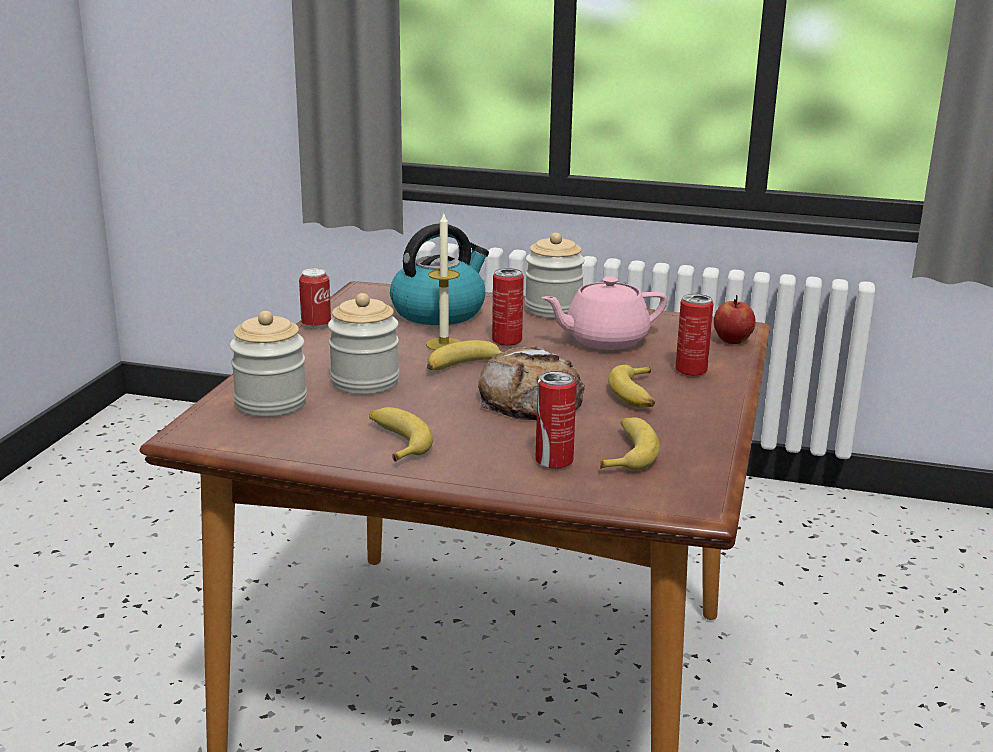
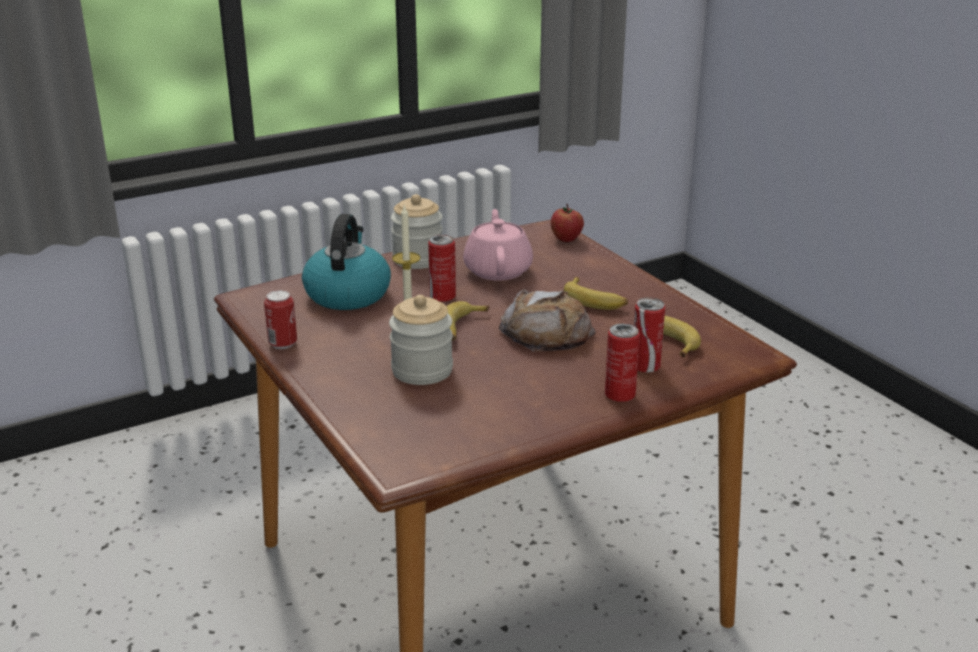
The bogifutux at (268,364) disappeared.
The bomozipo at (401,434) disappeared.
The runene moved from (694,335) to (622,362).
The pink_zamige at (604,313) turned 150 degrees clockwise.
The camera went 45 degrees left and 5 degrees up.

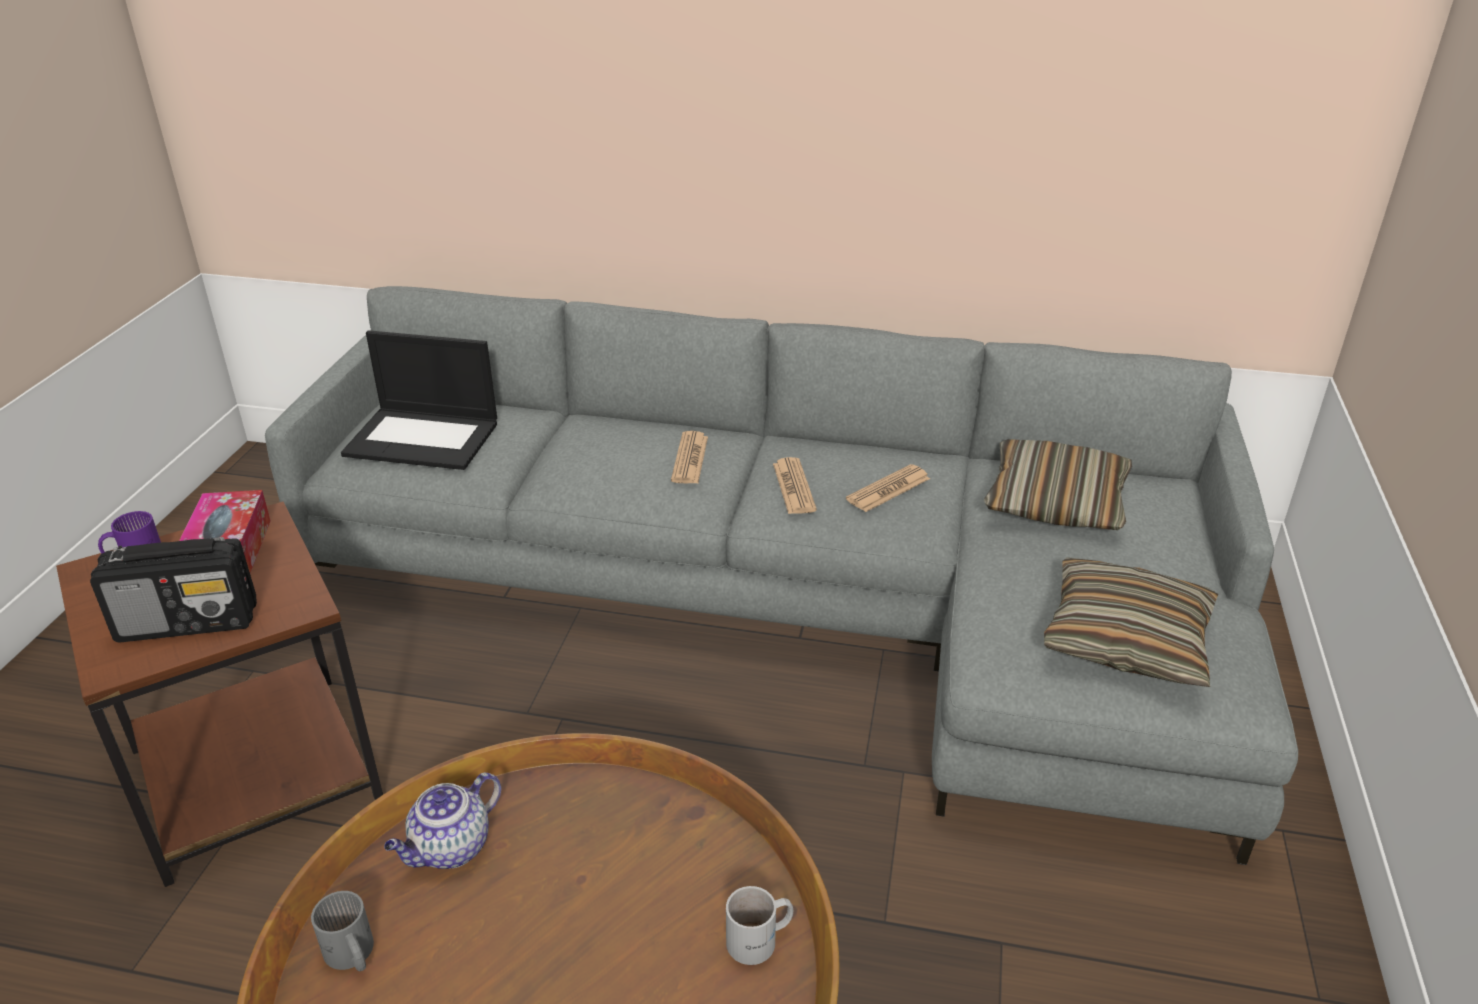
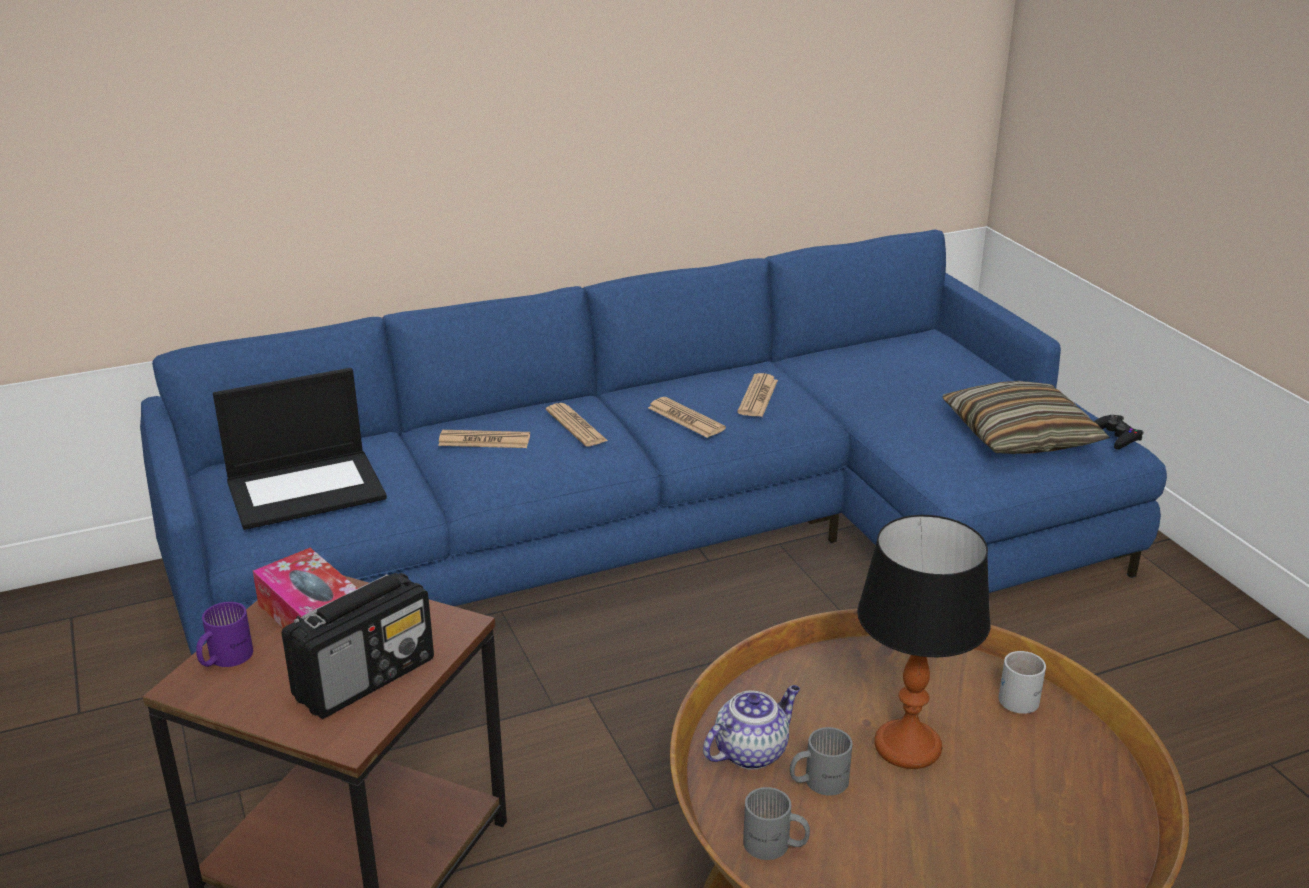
The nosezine at (1058,484) disappeared.
The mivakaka at (484,439) appeared.
The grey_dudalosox at (821,761) appeared.
The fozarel at (924,642) appeared.
The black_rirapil at (1119,432) appeared.
The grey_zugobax at (781,575) became the blue_zugobax at (653,442).
The zamige at (442,821) turned 135 degrees counterclockwise.
The camera went 35 degrees left and 5 degrees down.

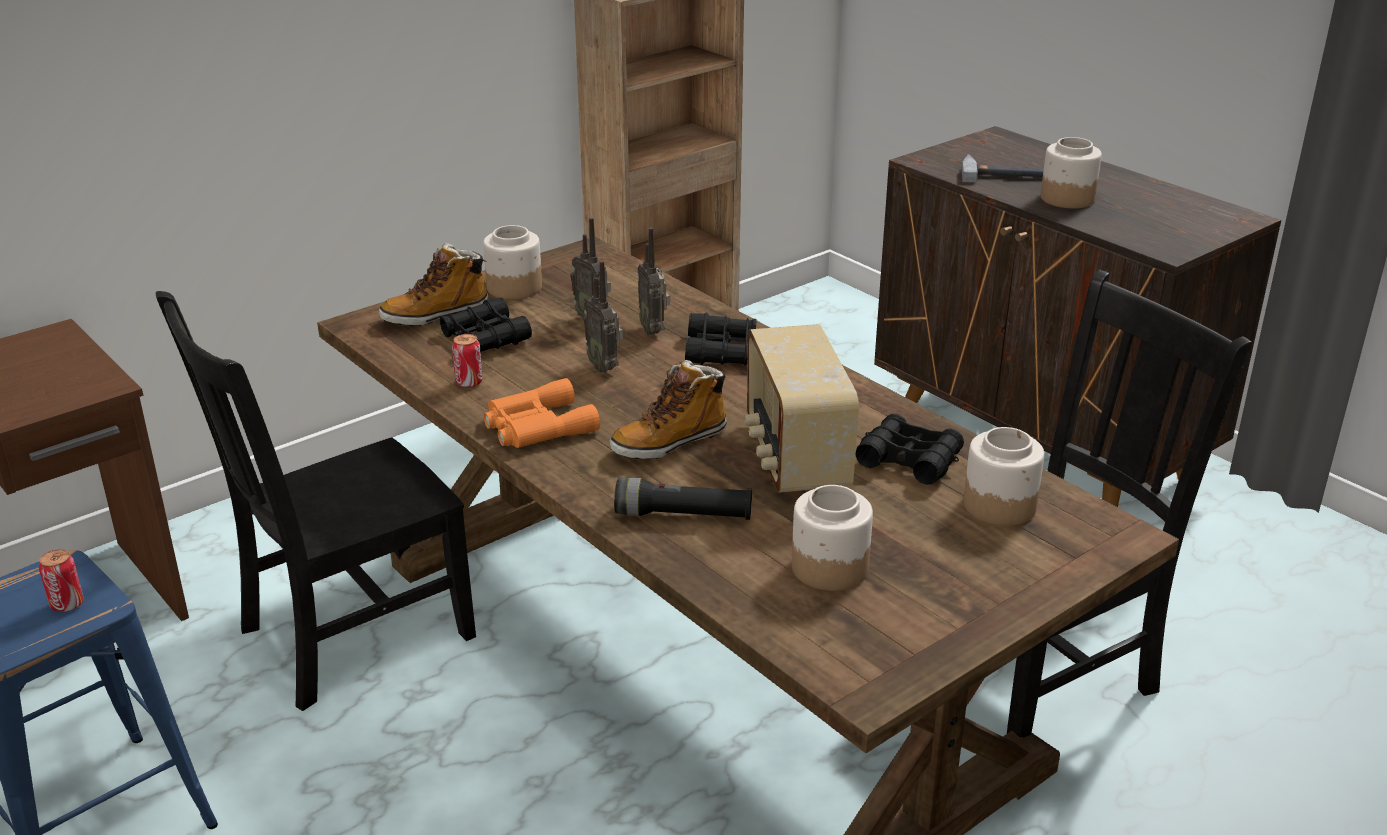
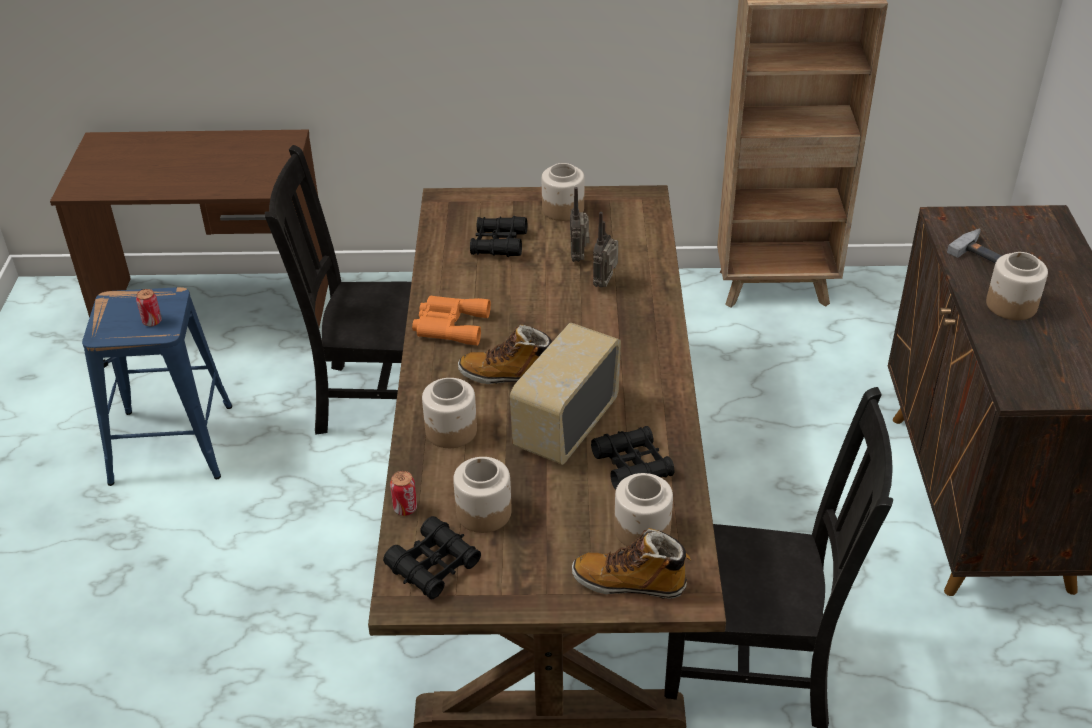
The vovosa at (603,316) disappeared.
The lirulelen moved from (433,284) to (631,563).
The runene moved from (467,361) to (403,493).
The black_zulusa moved from (720,339) to (432,557).
The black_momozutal at (683,499) was replaced by the bogifutux at (449,413).
The camera went 40 degrees right and 10 degrees up.

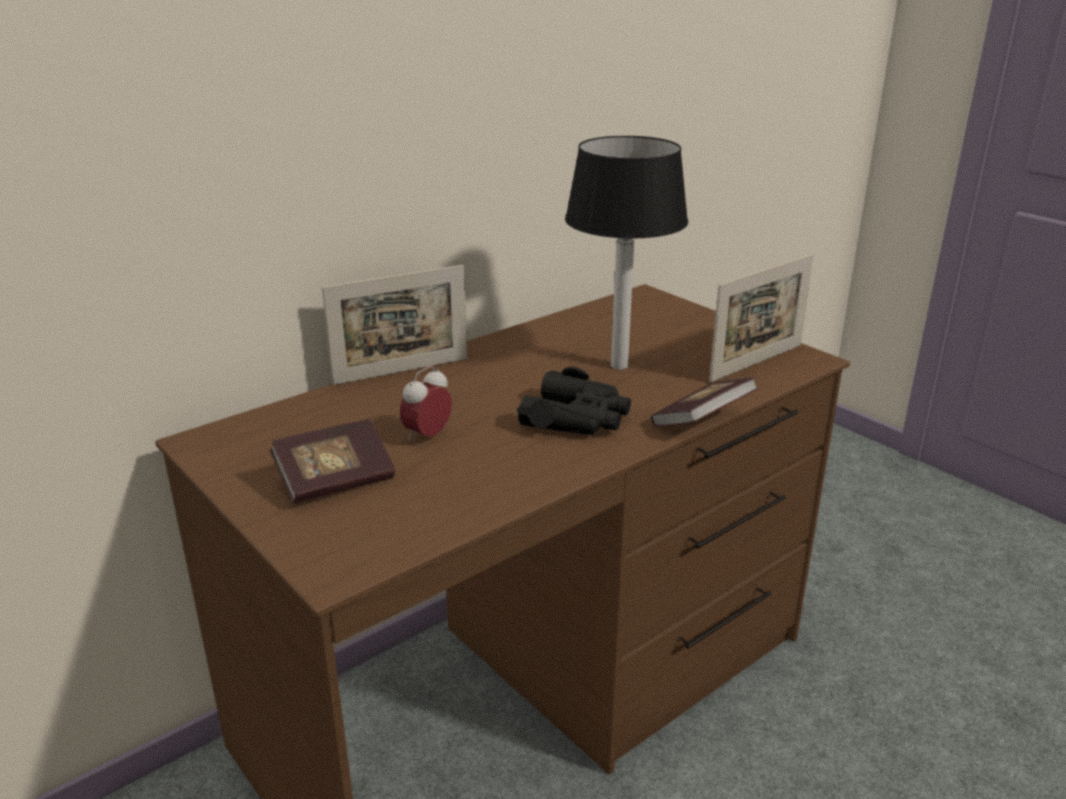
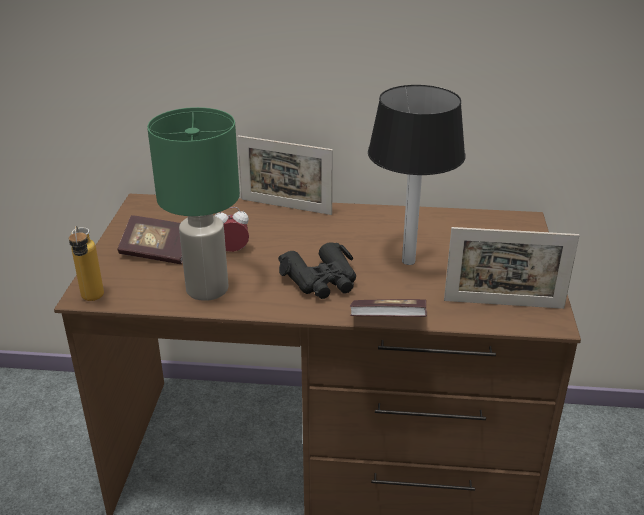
The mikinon at (86,263) appeared.
The green_fozarel at (193,204) appeared.
The camera went 45 degrees right and 5 degrees up.

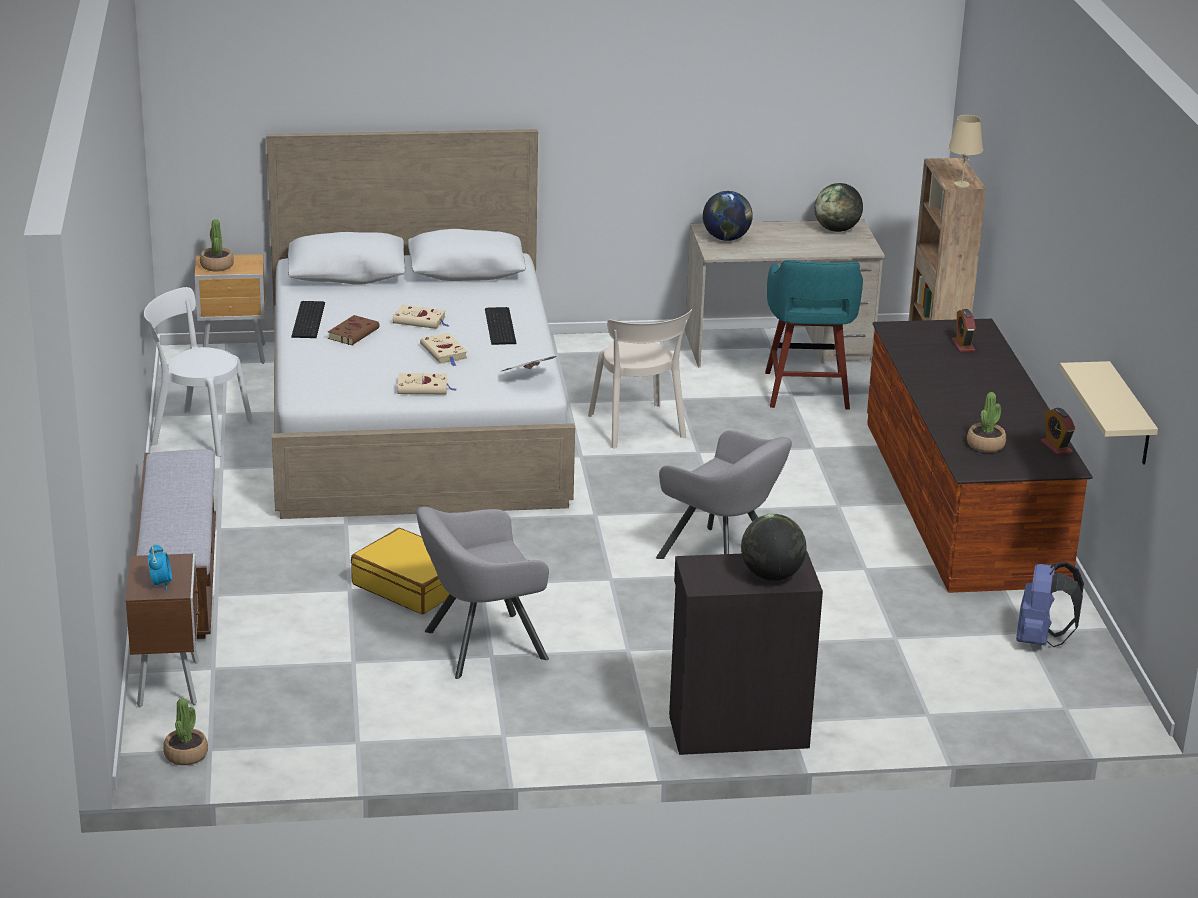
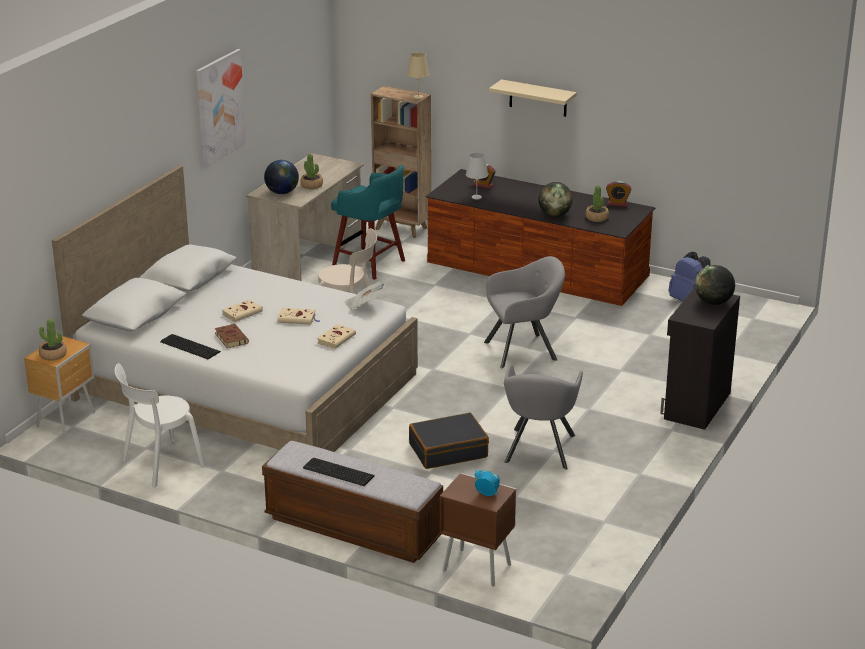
The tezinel at (221,108) appeared.
The white_fozarel at (477,176) appeared.
The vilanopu moved from (185,731) to (311,171).
The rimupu moved from (500,326) to (339,472).
The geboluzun moved from (839,207) to (556,199).
The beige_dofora moved from (1109,413) to (533,98).
The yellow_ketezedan at (400,571) became the black_ketezedan at (449,441).
The camera went 55 degrees left and 0 degrees up.

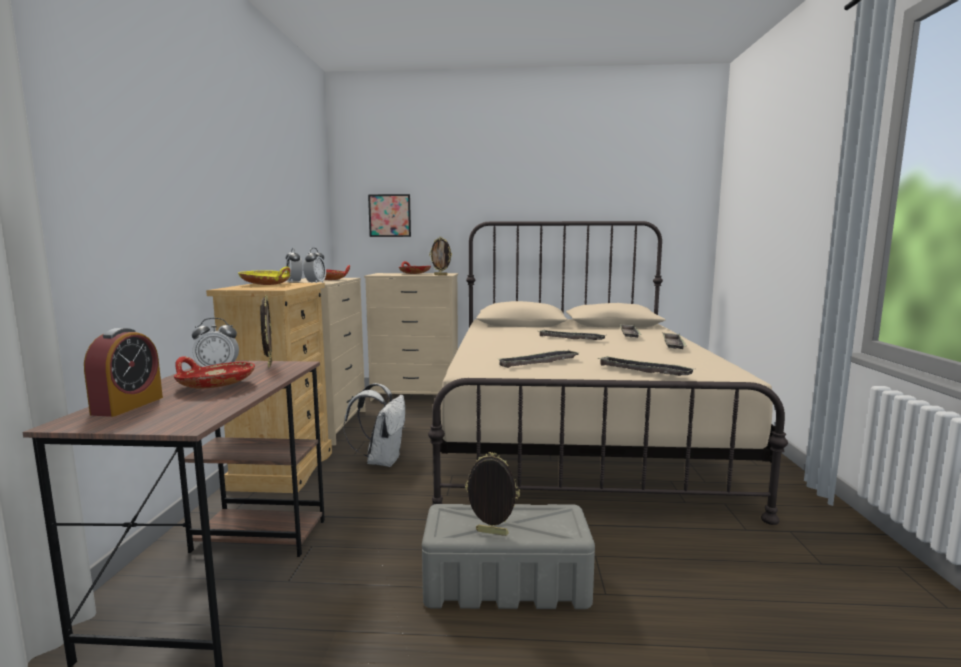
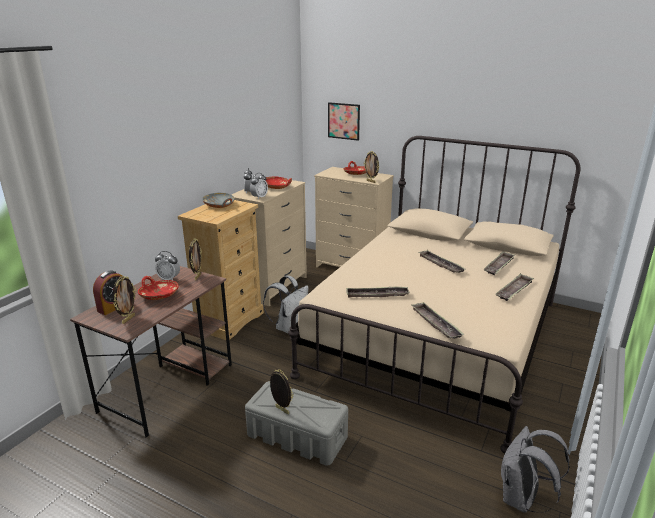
The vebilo at (124,300) appeared.
The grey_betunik at (535,469) appeared.
The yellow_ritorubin at (264,276) became the grey_ritorubin at (218,200).
The camera went 25 degrees right and 15 degrees up.

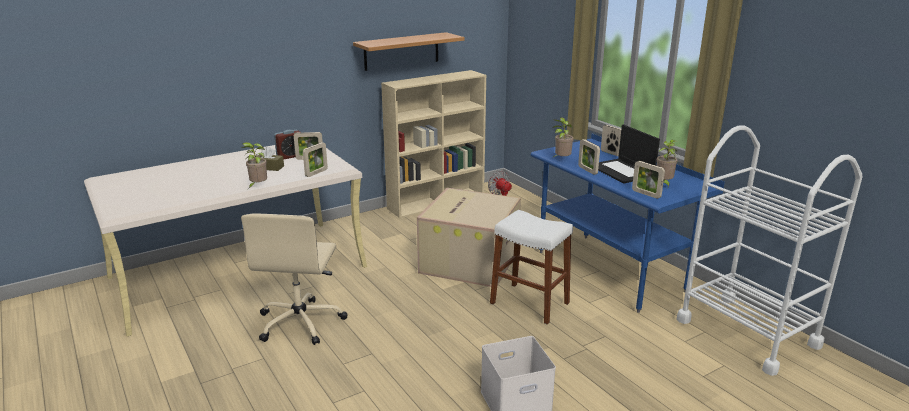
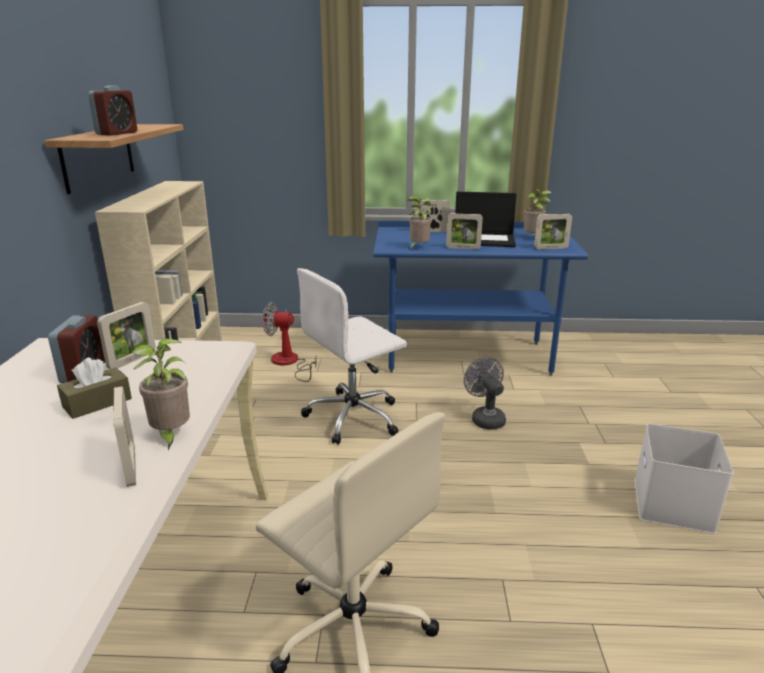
The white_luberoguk at (769,250) disappeared.
The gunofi at (112,110) appeared.
The vebilo moved from (315,159) to (124,436).
The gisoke at (469,237) was replaced by the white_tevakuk at (352,356).
The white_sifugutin at (531,267) was replaced by the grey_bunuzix at (485,393).
The camera went 55 degrees left and 0 degrees up.

